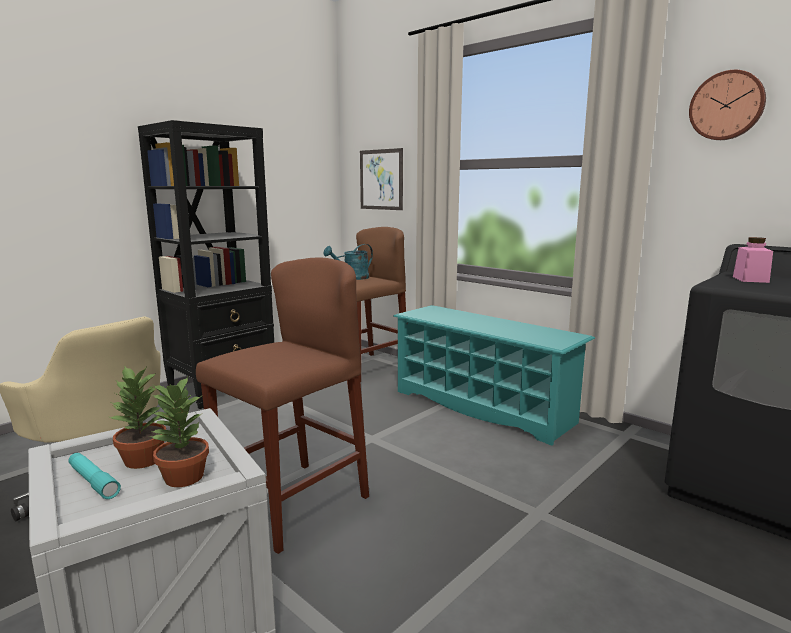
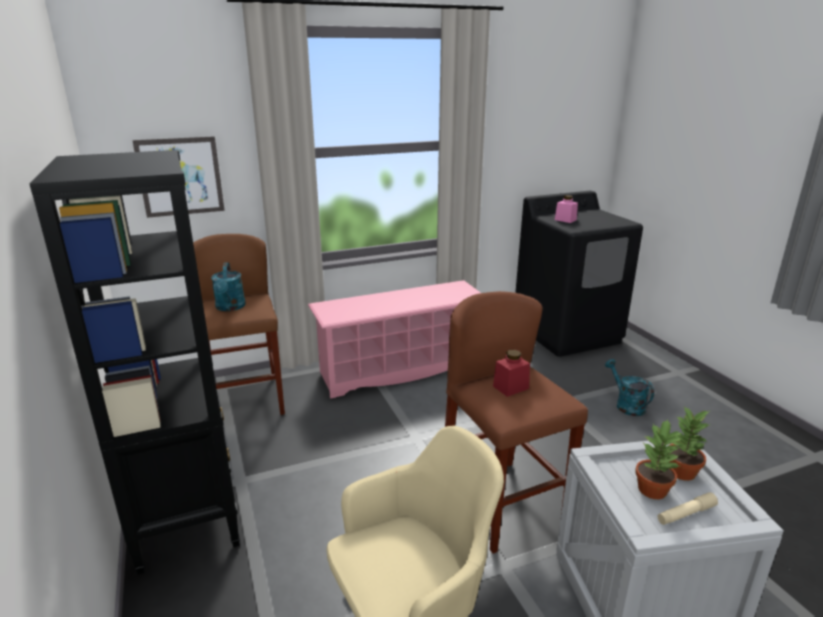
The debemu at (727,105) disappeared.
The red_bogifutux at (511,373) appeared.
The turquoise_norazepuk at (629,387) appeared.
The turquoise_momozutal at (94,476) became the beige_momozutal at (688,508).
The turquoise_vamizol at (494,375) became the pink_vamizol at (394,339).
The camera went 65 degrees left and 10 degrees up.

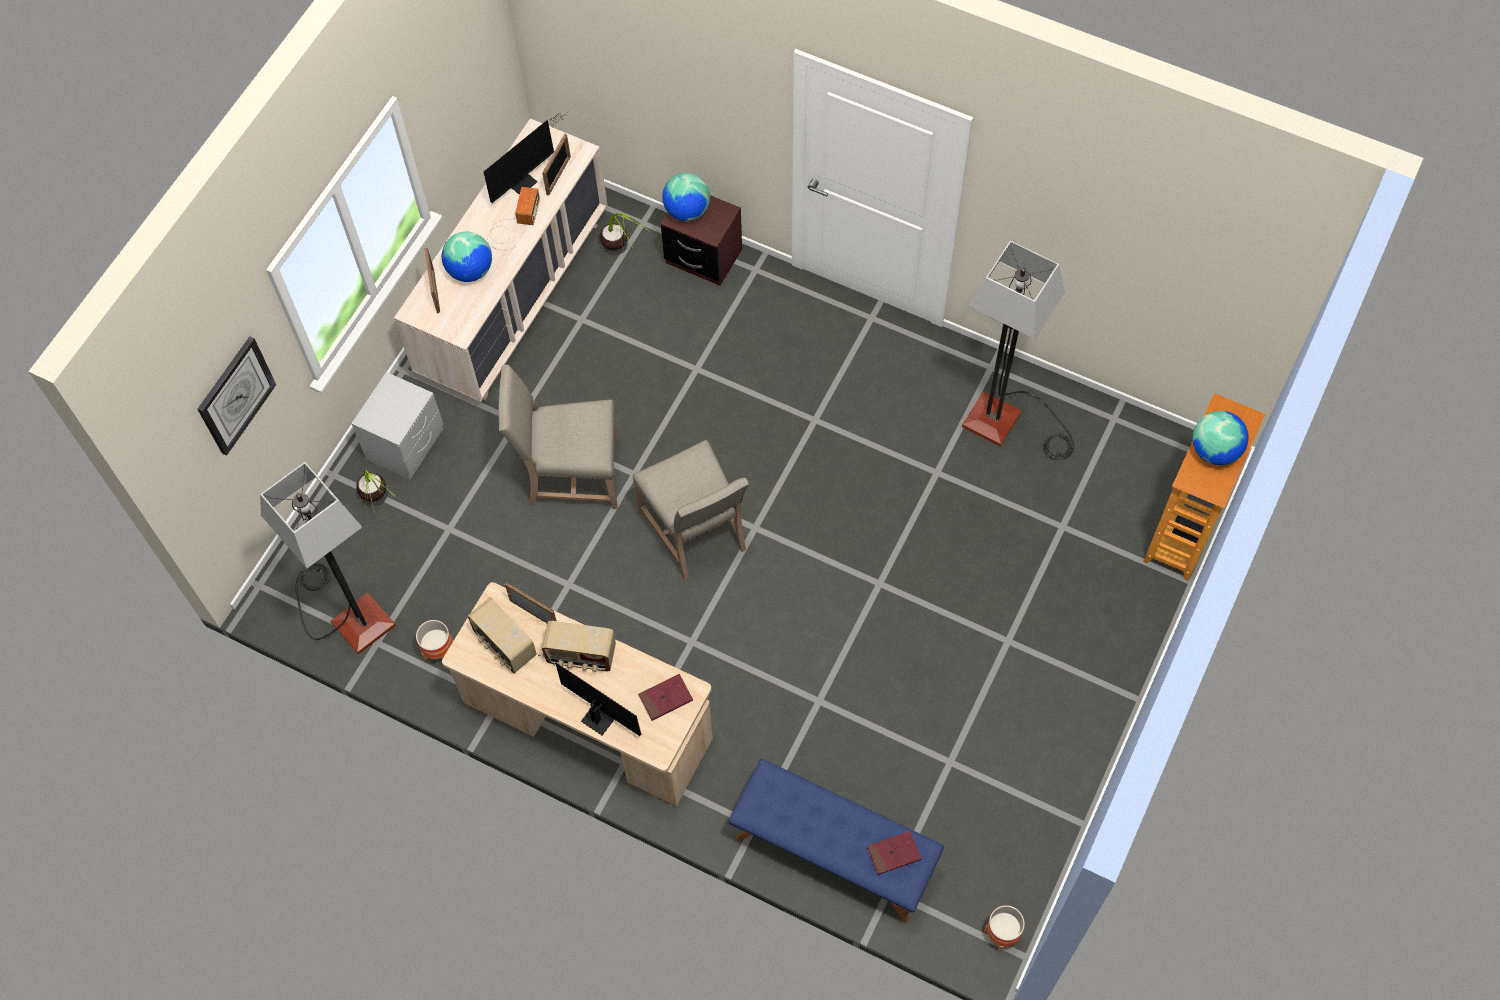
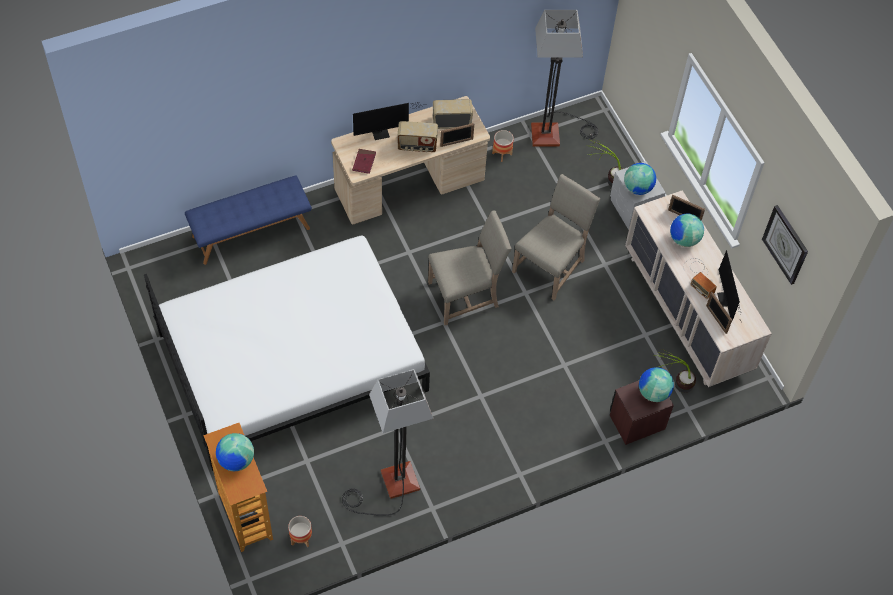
The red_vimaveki at (894,853) disappeared.
The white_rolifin at (287,353) appeared.
The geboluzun at (640,179) appeared.
The debemu moved from (236,396) to (785,245).
The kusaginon moved from (1004,929) to (300,531).
The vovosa at (579,646) turned 135 degrees counterclockwise.
The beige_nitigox at (691,510) turned 150 degrees clockwise.
The camera went 125 degrees right and 5 degrees down.

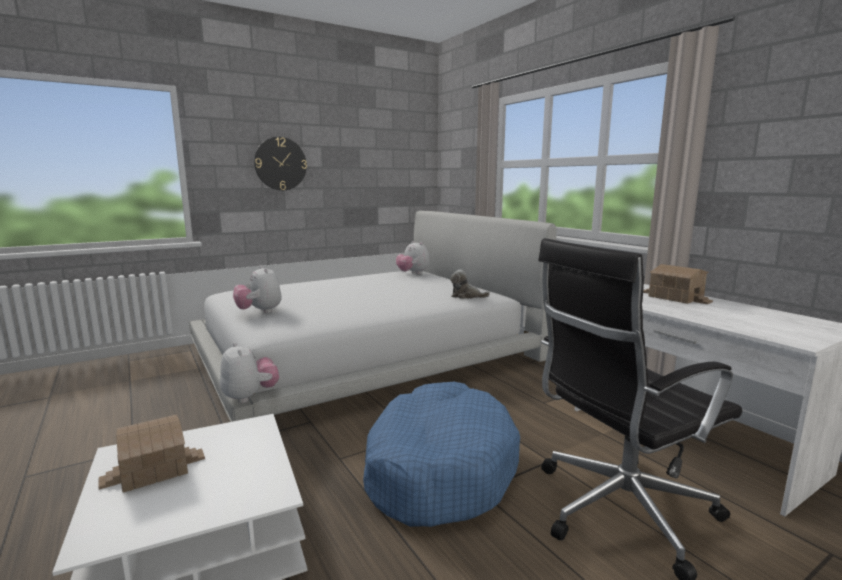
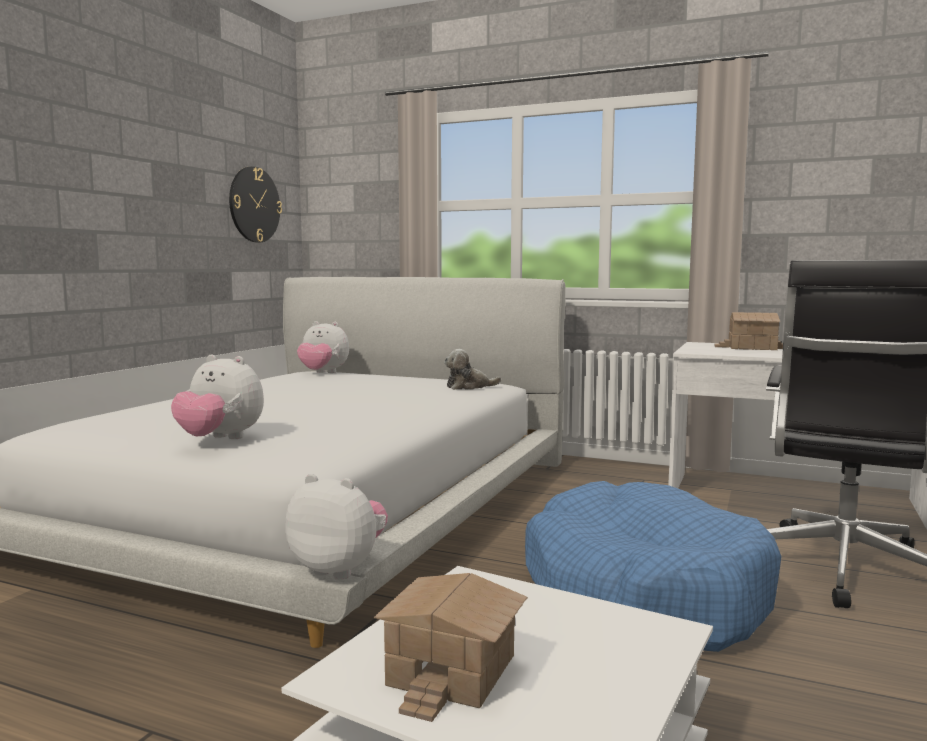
The debemu moved from (280,163) to (255,204).
The camera went 35 degrees left and 5 degrees down.

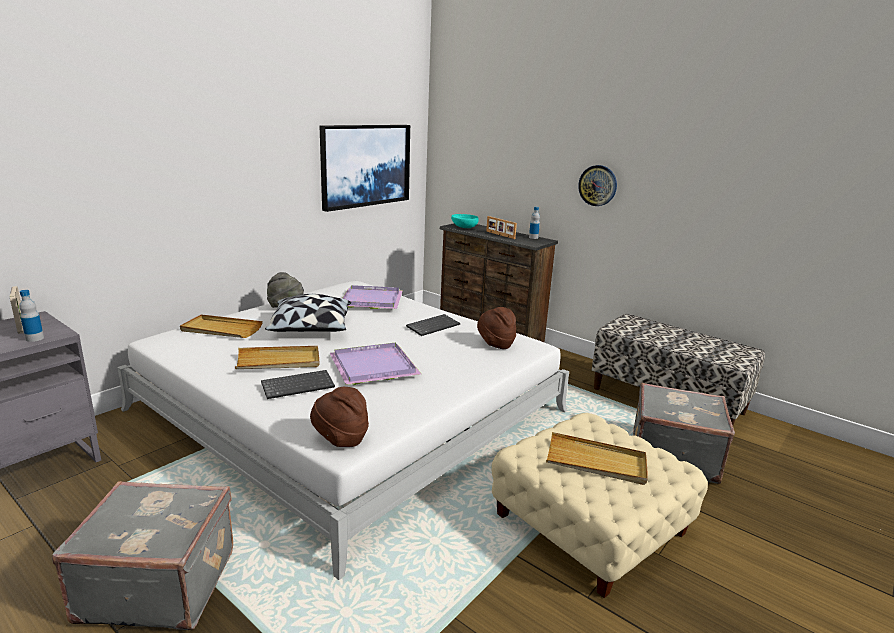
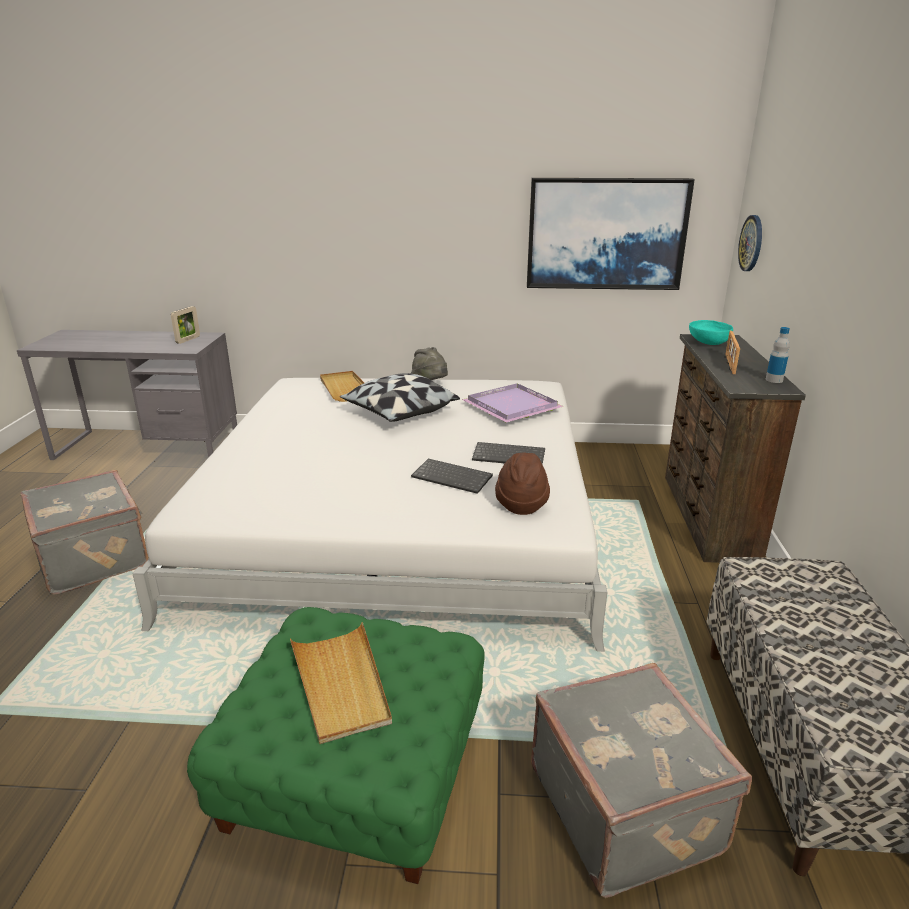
The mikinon at (31,316) disappeared.
The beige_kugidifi at (277,357) disappeared.
The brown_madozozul at (339,417) disappeared.
The purple_kugidifi at (375,364) disappeared.
The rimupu moved from (298,384) to (452,476).
The debemu moved from (597,185) to (750,243).
The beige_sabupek at (599,505) became the green_sabupek at (336,745).
The camera went 55 degrees right and 5 degrees up.

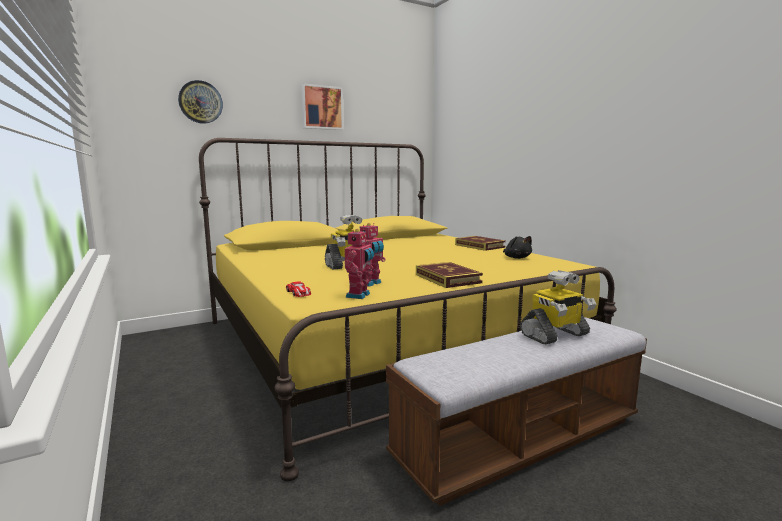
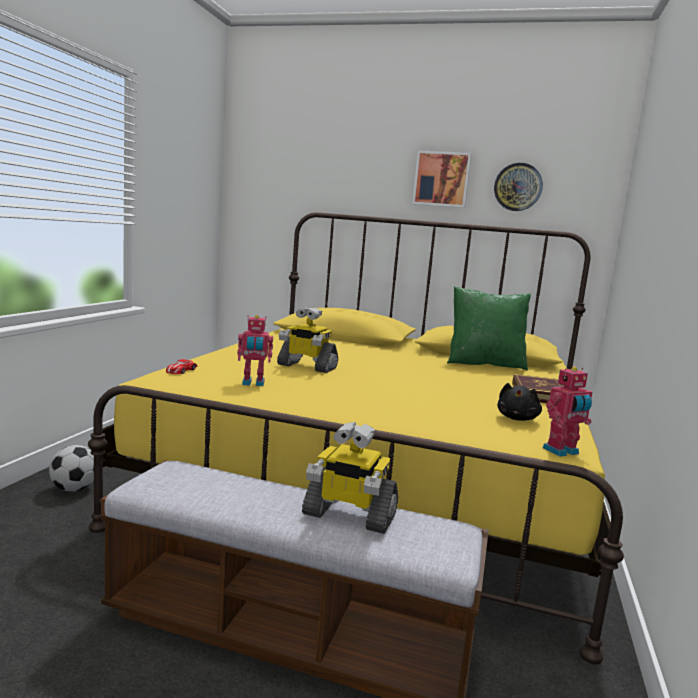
The vimaveki at (449,275) disappeared.
The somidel at (71,468) appeared.
The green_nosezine at (489,328) appeared.
The debemu moved from (200,102) to (518,187).
The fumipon moved from (359,264) to (567,411).
The camera went 45 degrees right and 0 degrees up.

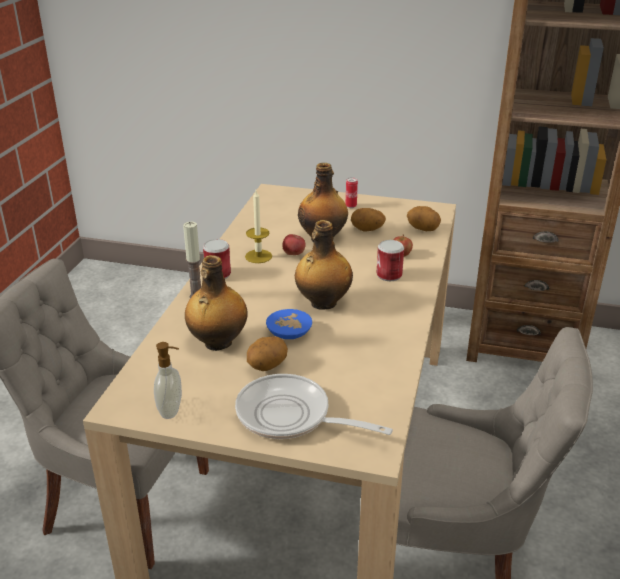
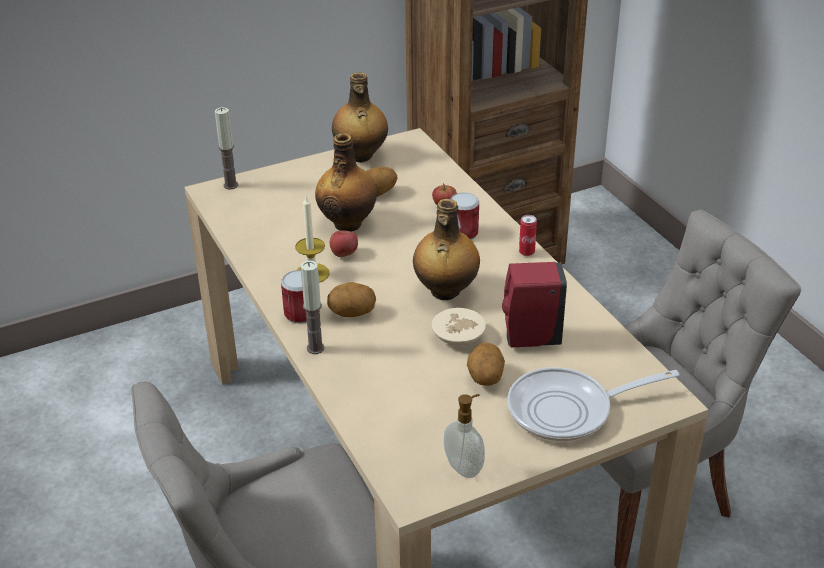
The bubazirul at (226,148) appeared.
The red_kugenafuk at (534,304) appeared.
The mikinon moved from (216,303) to (360,117).
The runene moved from (352,192) to (528,235).
The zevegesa moved from (424,218) to (351,299).
The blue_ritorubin at (289,324) became the beige_ritorubin at (459,327).
The camera went 40 degrees left and 5 degrees up.

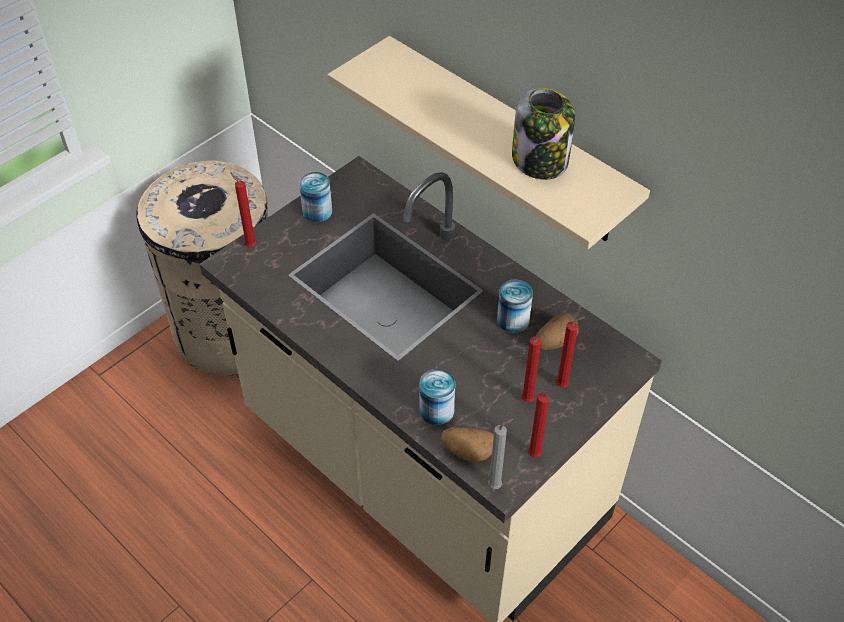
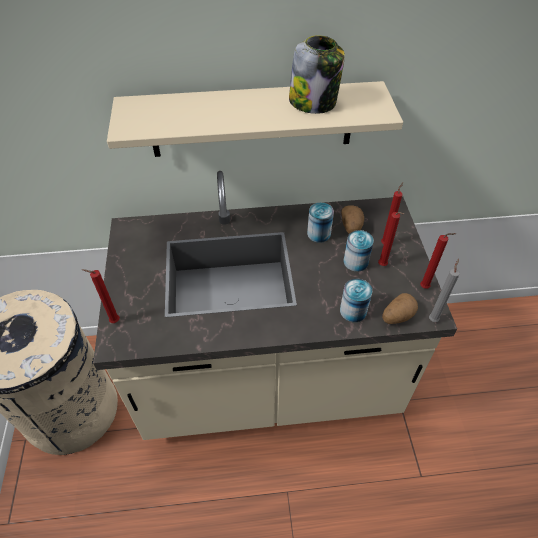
The runene moved from (315,197) to (359,251).
The camera went 50 degrees left and 0 degrees up.

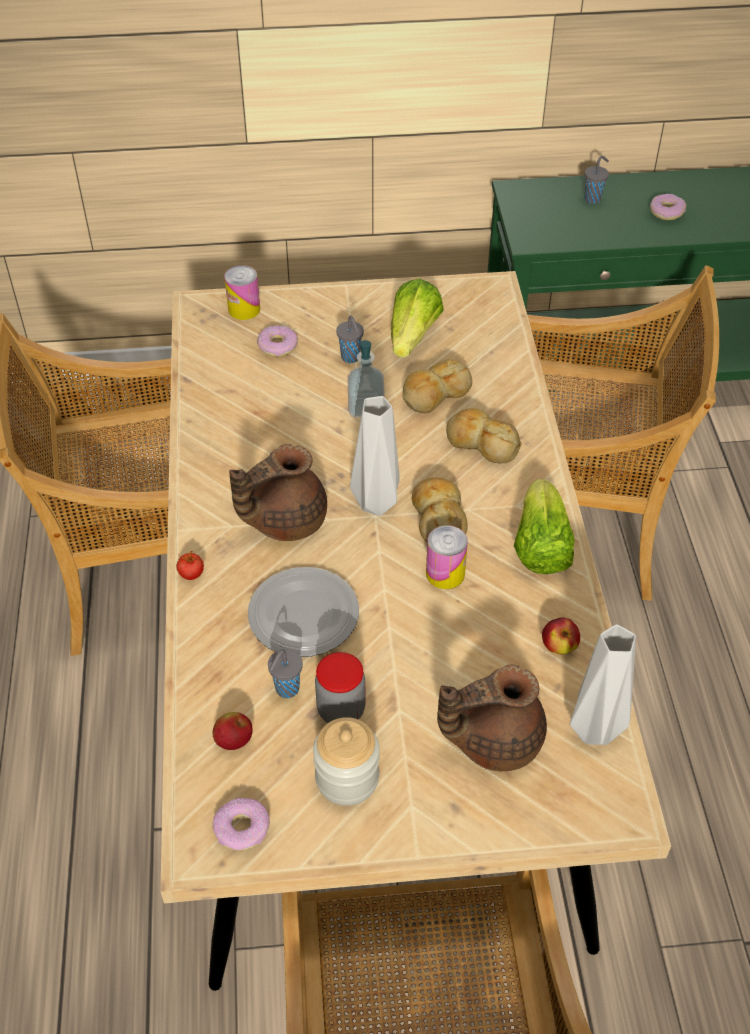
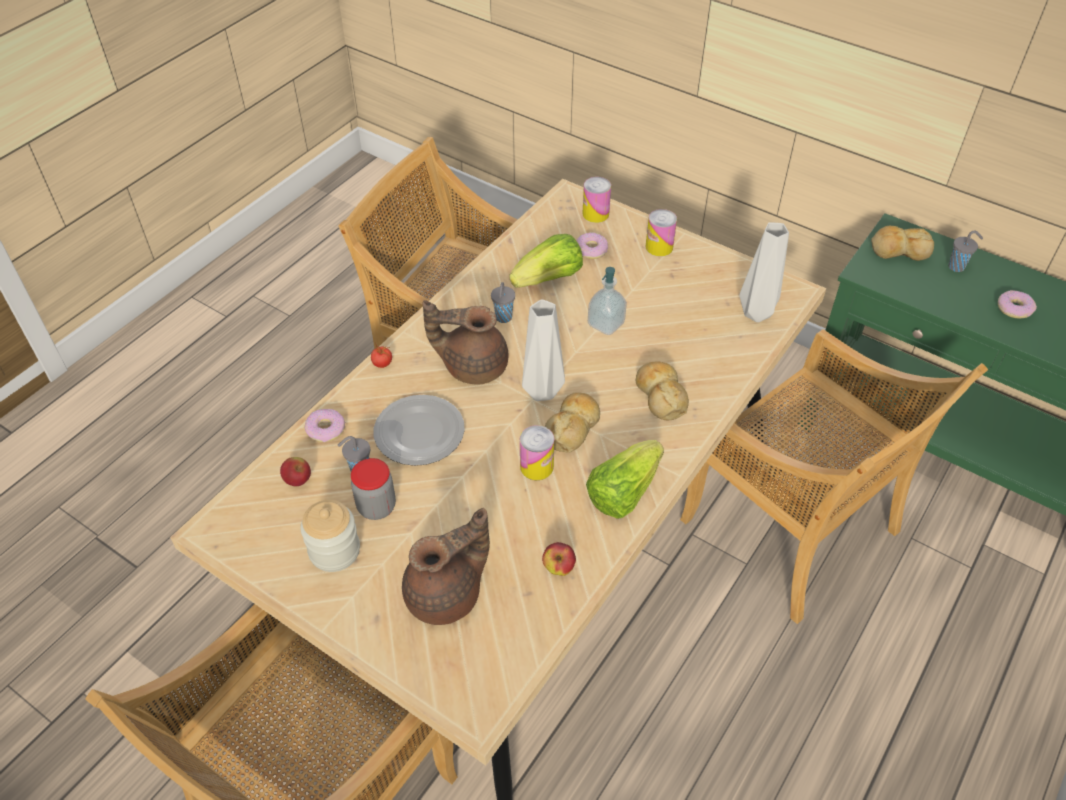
The runene at (661,232) appeared.
The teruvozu moved from (241,824) to (325,425).
The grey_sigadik moved from (350,339) to (503,302).
The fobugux moved from (417,318) to (546,261).
The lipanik moved from (437,386) to (902,243).
The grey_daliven moved from (603,684) to (764,272).
The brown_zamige at (492,718) turned 120 degrees clockwise.
The camera went 40 degrees right and 0 degrees up.

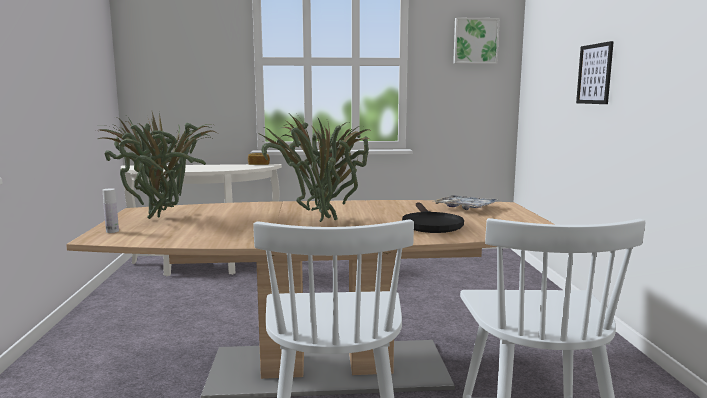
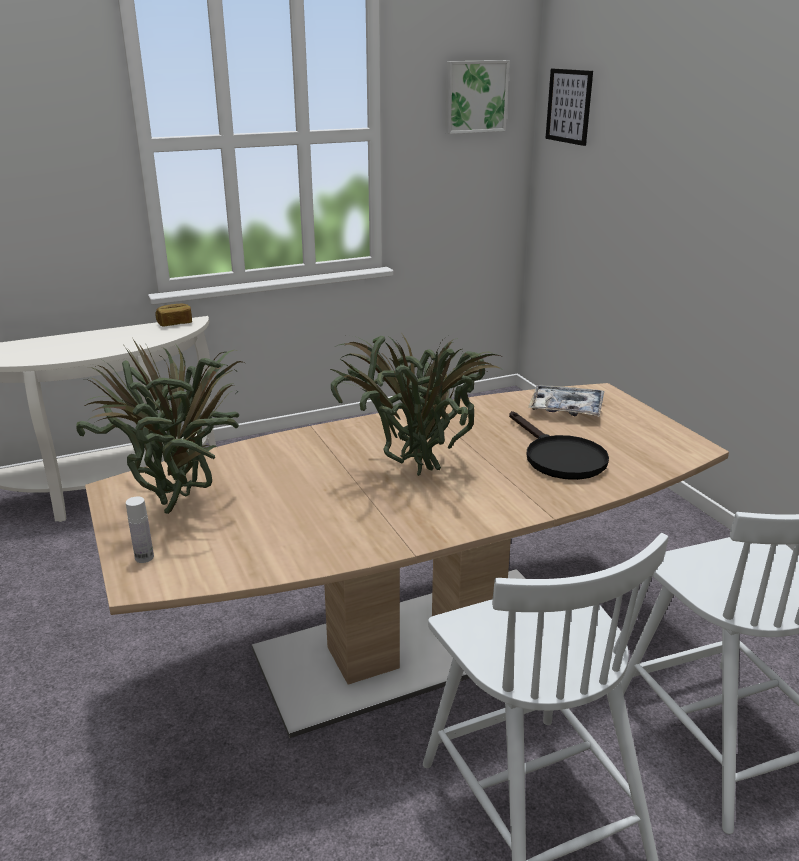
The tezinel moved from (595,72) to (569,107).
The camera went 20 degrees left and 15 degrees up.

